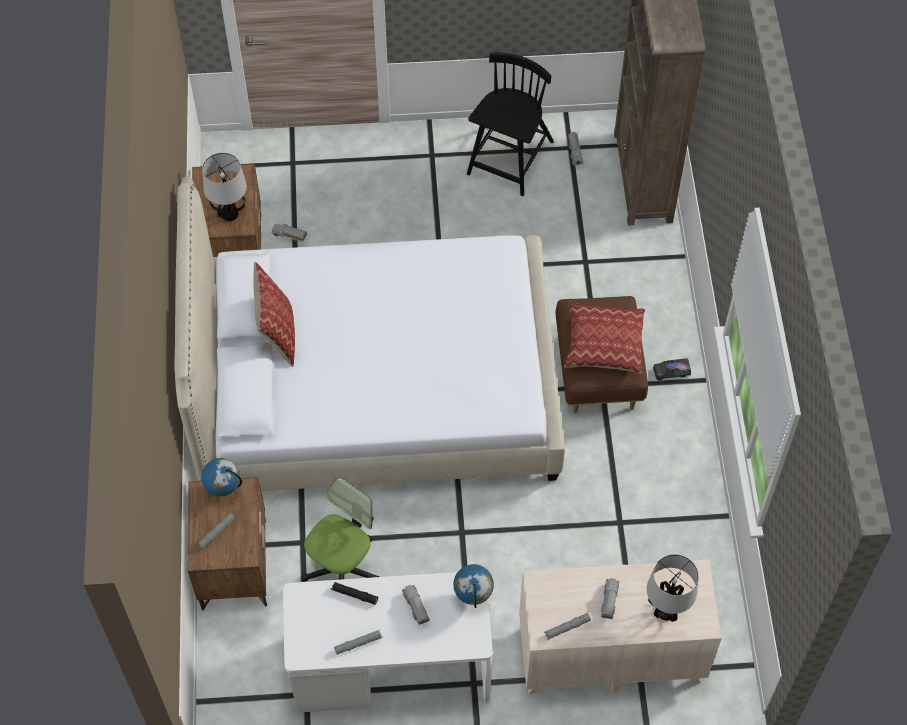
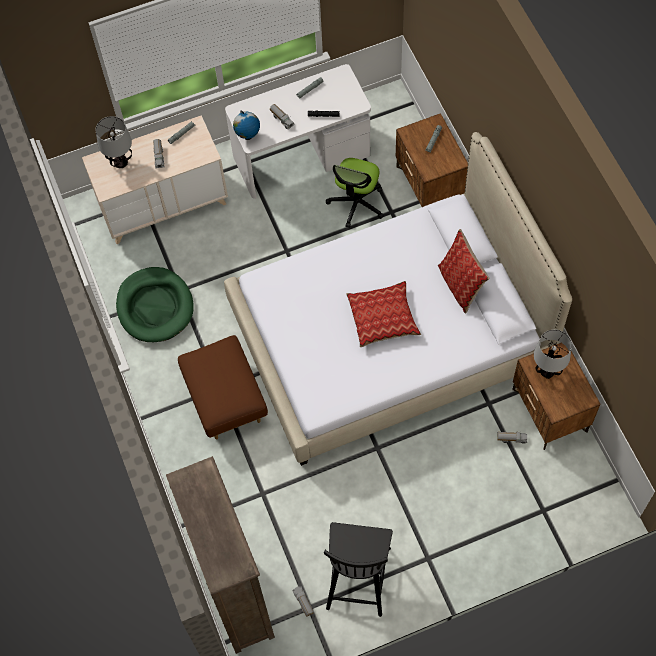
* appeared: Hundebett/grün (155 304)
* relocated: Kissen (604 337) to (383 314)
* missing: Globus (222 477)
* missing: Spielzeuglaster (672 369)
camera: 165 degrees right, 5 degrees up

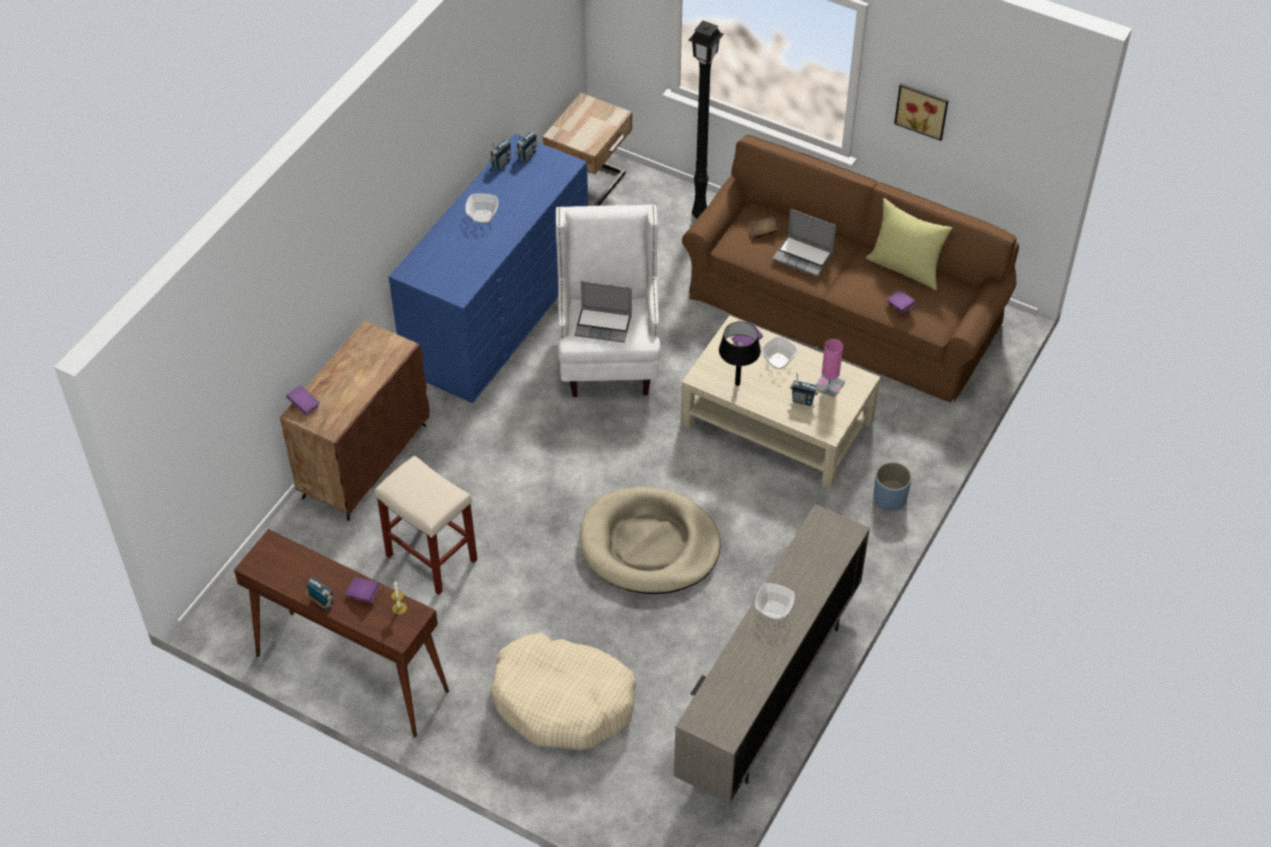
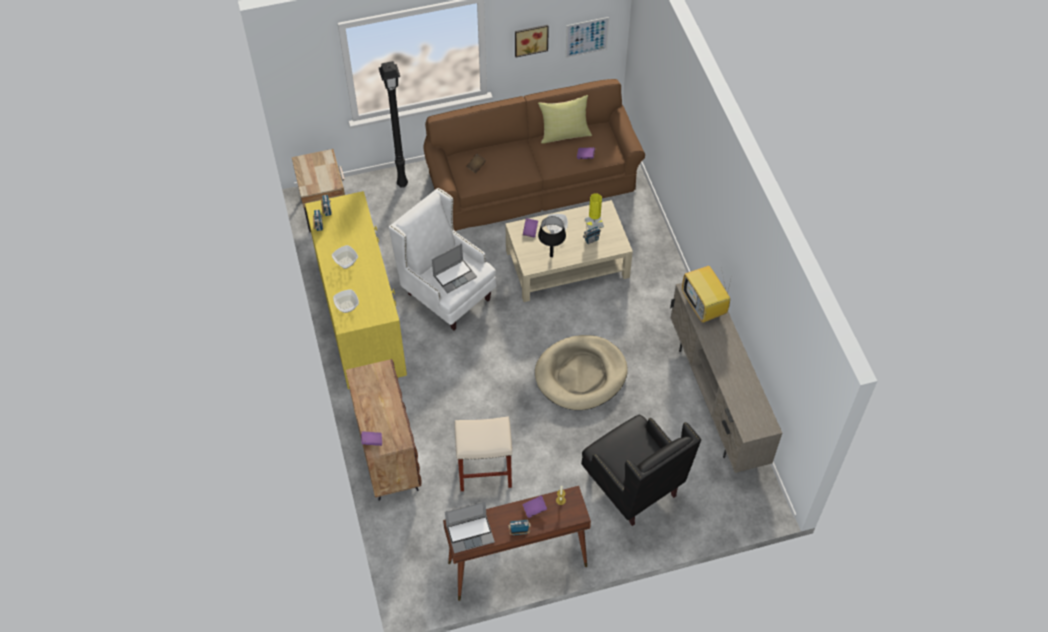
* colour: Kommode/blau (488 268) to Kommode/gelb (356 290)
* relocated: Schüssel (775 601) to (346 301)
* relocated: Laptop (804 242) to (470 527)
* appeared: Bild (587 37)
* exchanged: Hundebett/beige (563 691) to Sessel/schwarz (641 470)
* colour: Tischlampe/rosa (830 368) to Tischlampe/gelb (594 211)
* appeared: Fernseher (706 294)
* missing: Pflanzkübel/blau (893 486)
camera: 45 degrees left, 5 degrees up

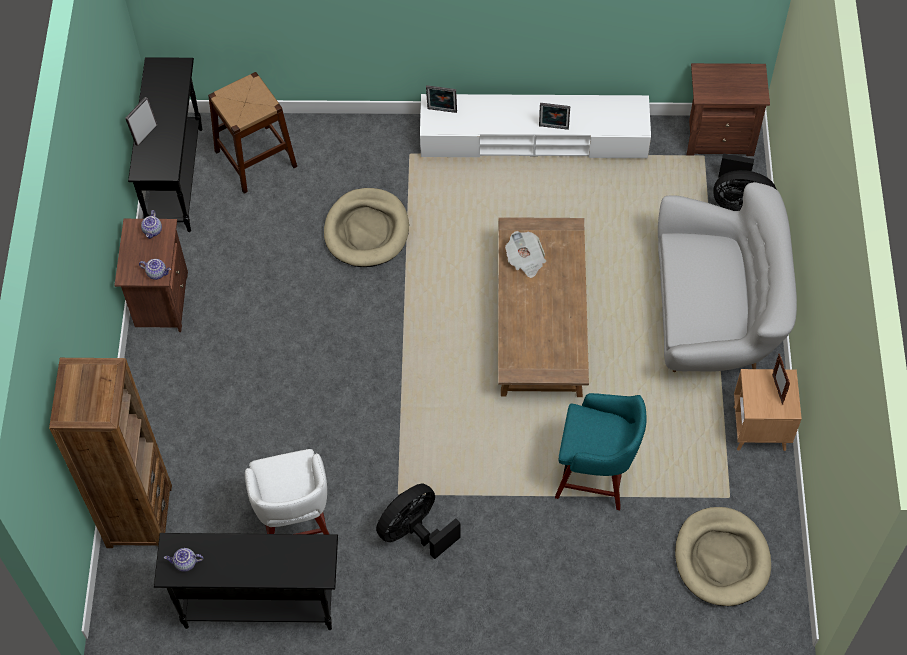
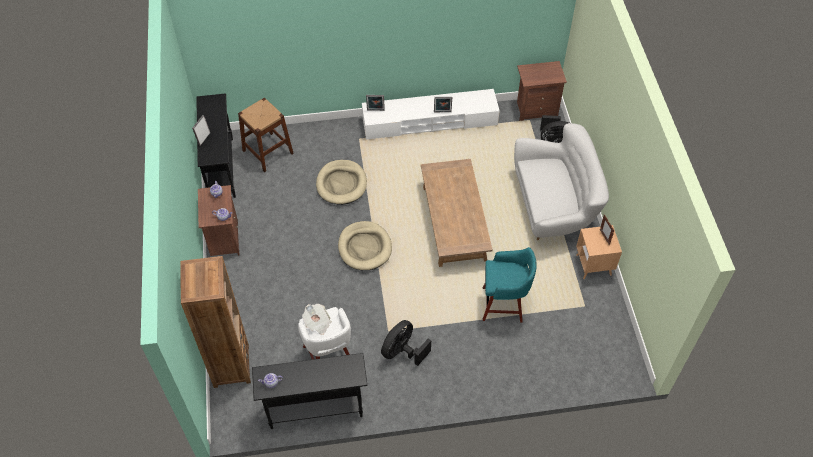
* relocated: Zeitung (525 254) to (317 319)
* relocated: Hundebett/beige (723 556) to (365 245)
camera: 10 degrees left, 5 degrees down

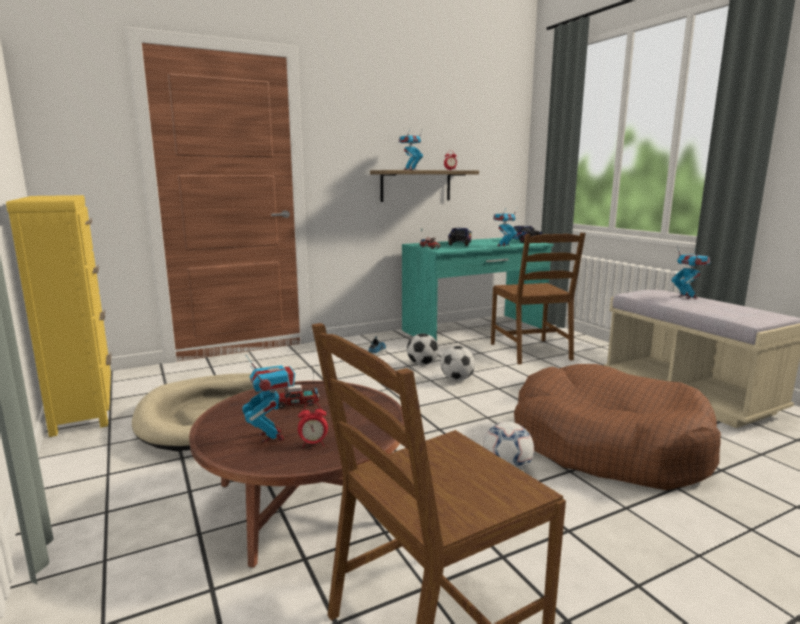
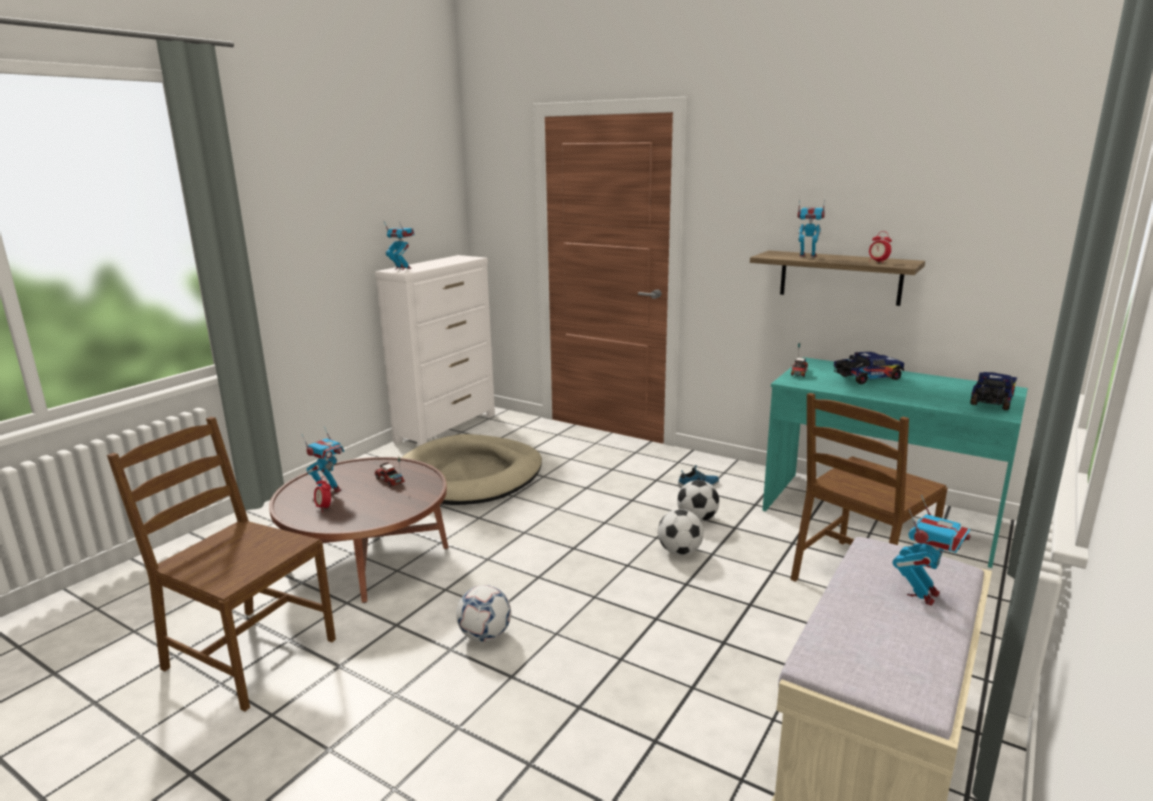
* colour: Kommode/gelb (58 316) to Kommode/weiß (435 350)
* relocated: Spielzeugroboter (505 227) to (399 246)
* missing: Hundebett/braun (617 427)
camera: 60 degrees right, 5 degrees up

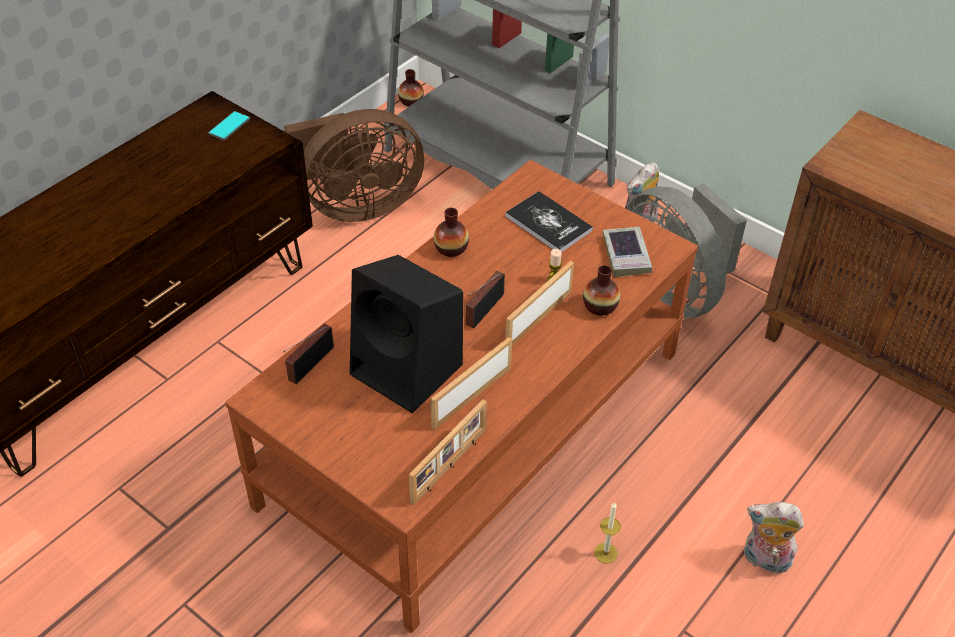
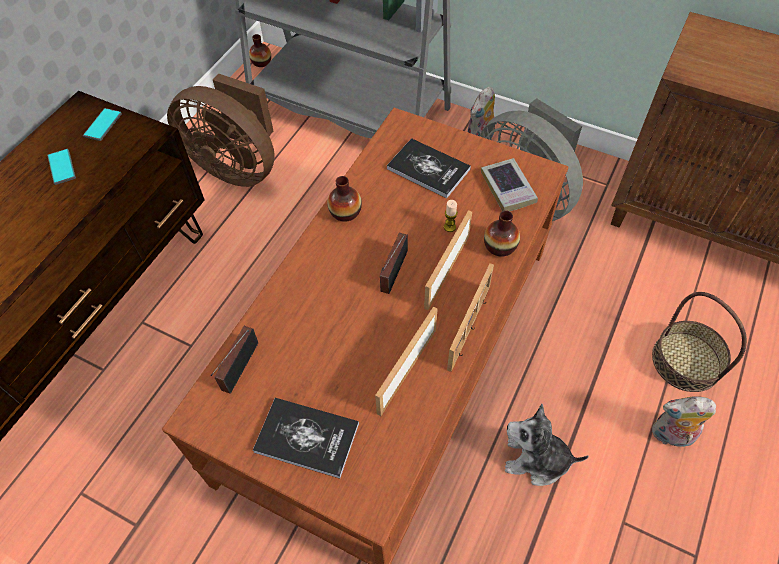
* appeared: Handy (61 167)
* spun: Ventilator/braun (354 165) = (221 130) 60 degrees clockwise
* appeared: Buch (306 438)
* relocated: Bilderrahmen (448 452) to (470 317)
* exchanged: Kerze (607 533) to Plüschtier (547 445)
* appeared: Korb (699 342)
* missing: Lautsprecher/schwarz (406 334)
camera: 10 degrees left, 10 degrees up

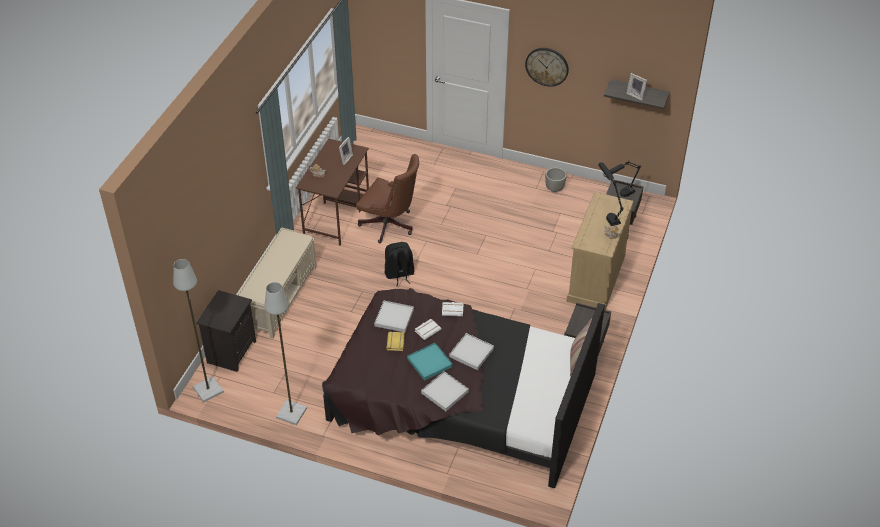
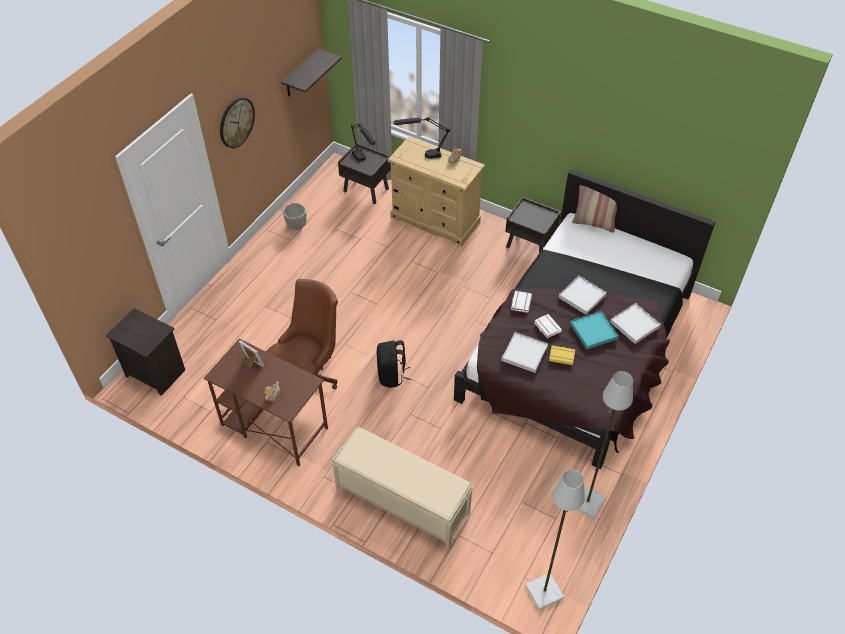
* relocated: Nachttisch/schwarz (226 331) to (145 352)
* missing: Bilderrahmen (636 86)
camera: 80 degrees left, 5 degrees up

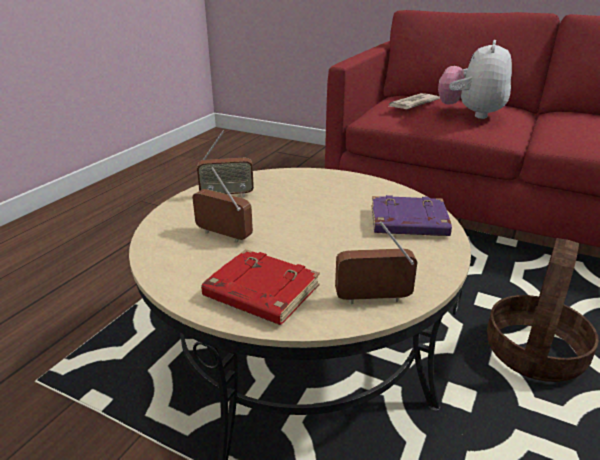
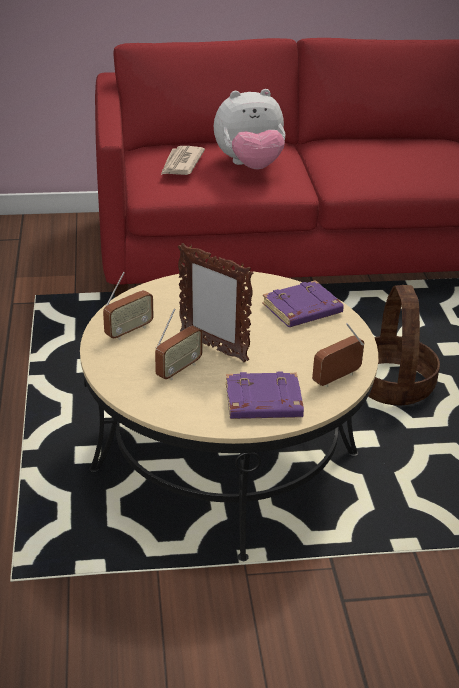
* spun: Radio (222 205) = (179 344) 135 degrees clockwise
* appeared: Bilderrahmen (216 302)
* spun: Plüschtier (475 79) = (250 129) 90 degrees counterclockwise
* colour: Buch/rot (260 287) to Buch/lila (265 395)
camera: 35 degrees left, 5 degrees up

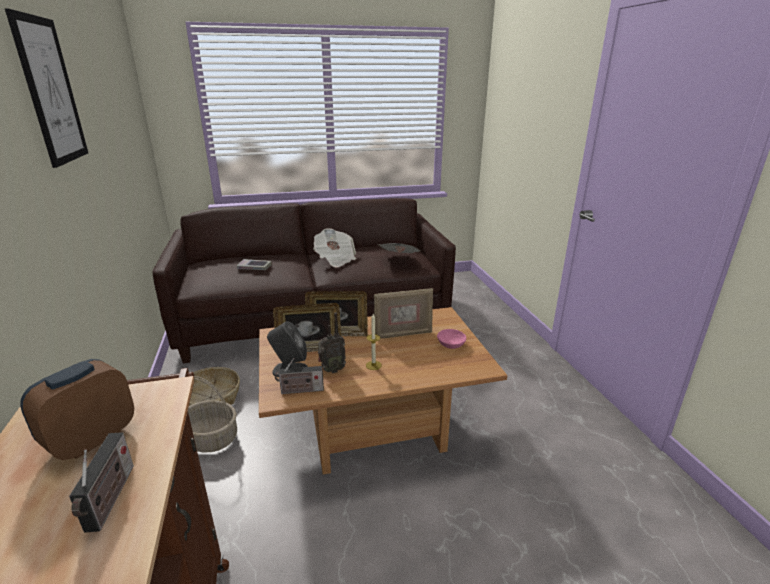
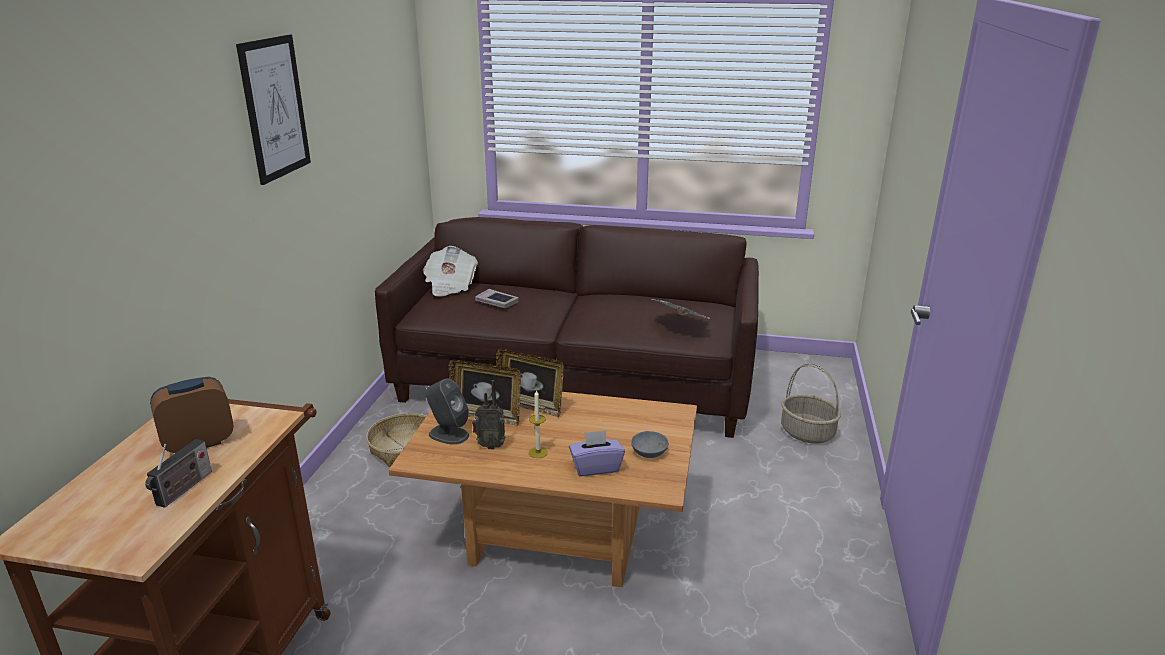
* relocated: Zeitung (335 247) to (450 271)
* appeared: Taschentuchbox/lila (597 453)
* colour: Schüssel/rosa (451 339) to Schüssel/grau (650 444)
* relocated: Korb (212 414) to (811 403)
* missing: Radio (299 376)
* missing: Bilderrahmen (403 313)
camera: 25 degrees right, 0 degrees up

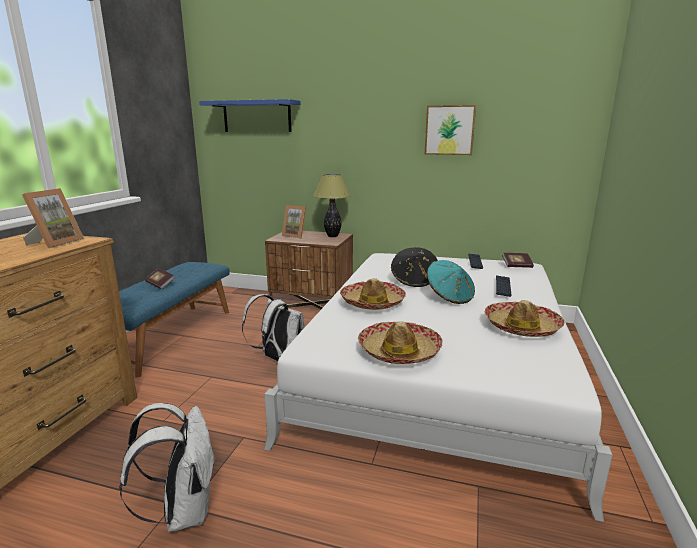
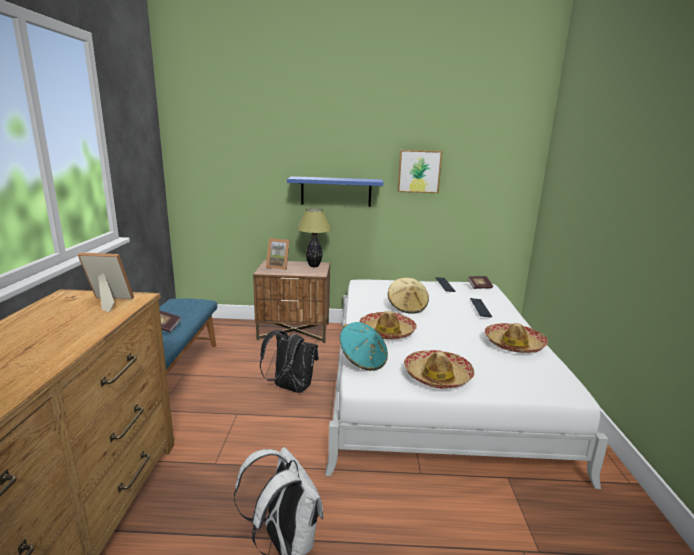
* spun: Bilderrahmen (53 218) = (106 282) 90 degrees counterclockwise
* colour: Rucksack/weiß (273 328) to Rucksack/schwarz (289 361)
* relocated: Wandregal/blau (250 115) to (335 191)
* relocated: Hut/türkis (451 282) to (364 346)
* colour: Hut/schwarz (414 267) to Hut/beige (408 296)
camera: 15 degrees left, 0 degrees up

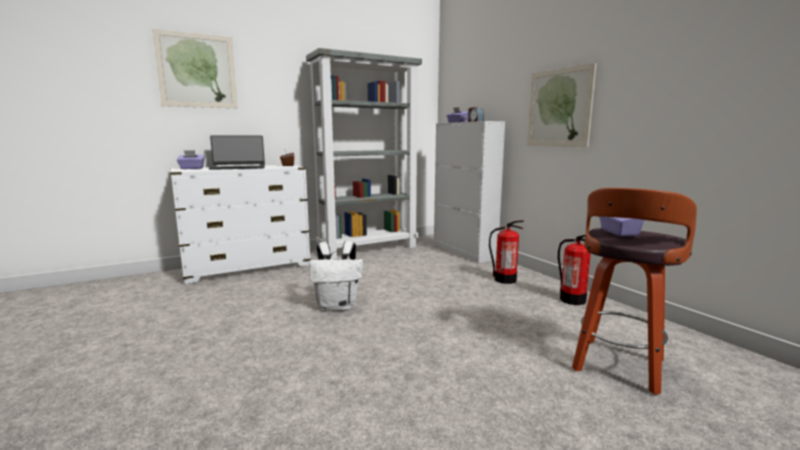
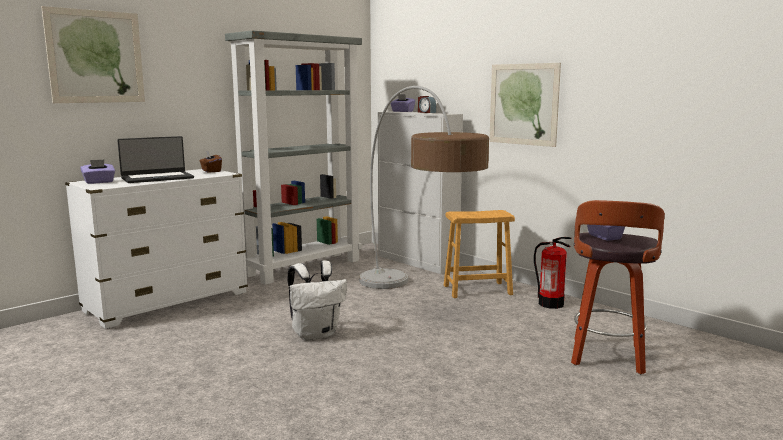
* appeared: Stehlampe (424 187)
* exchanged: Feuerlöscher (506 252) to Hocker/braun (479 254)
camera: 15 degrees left, 0 degrees up

